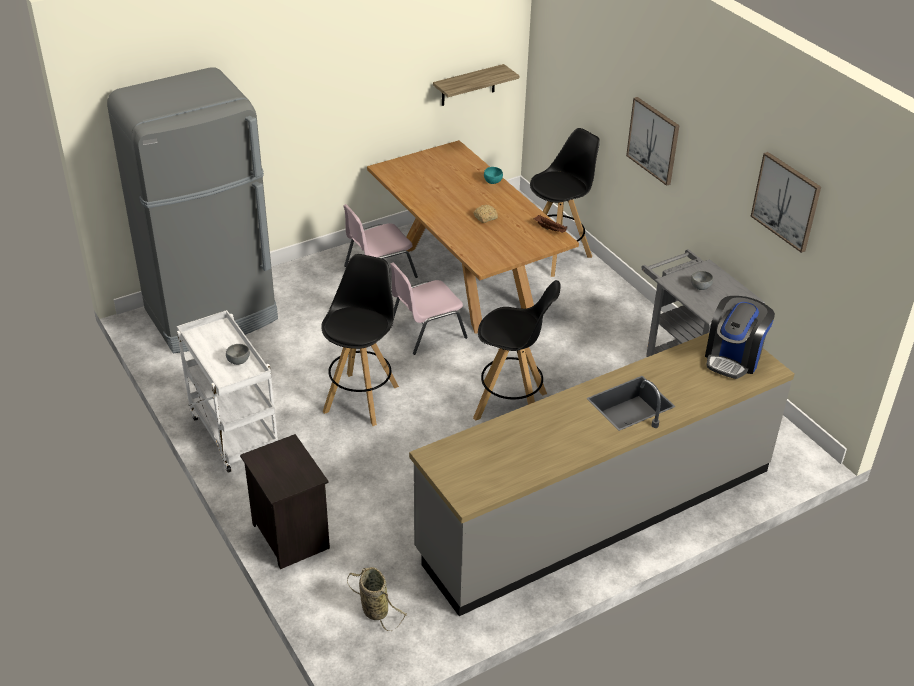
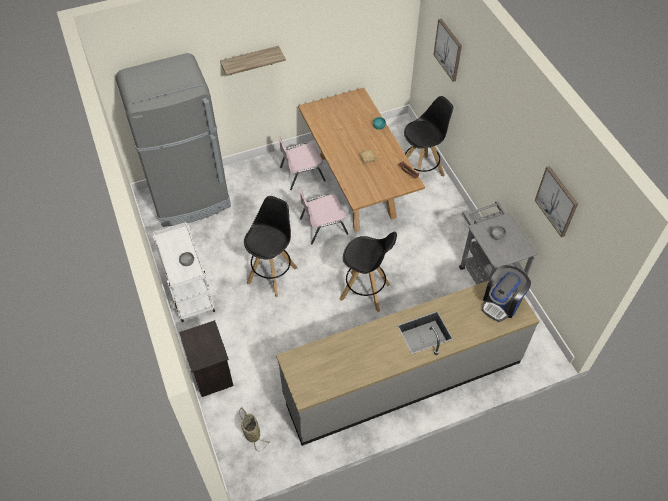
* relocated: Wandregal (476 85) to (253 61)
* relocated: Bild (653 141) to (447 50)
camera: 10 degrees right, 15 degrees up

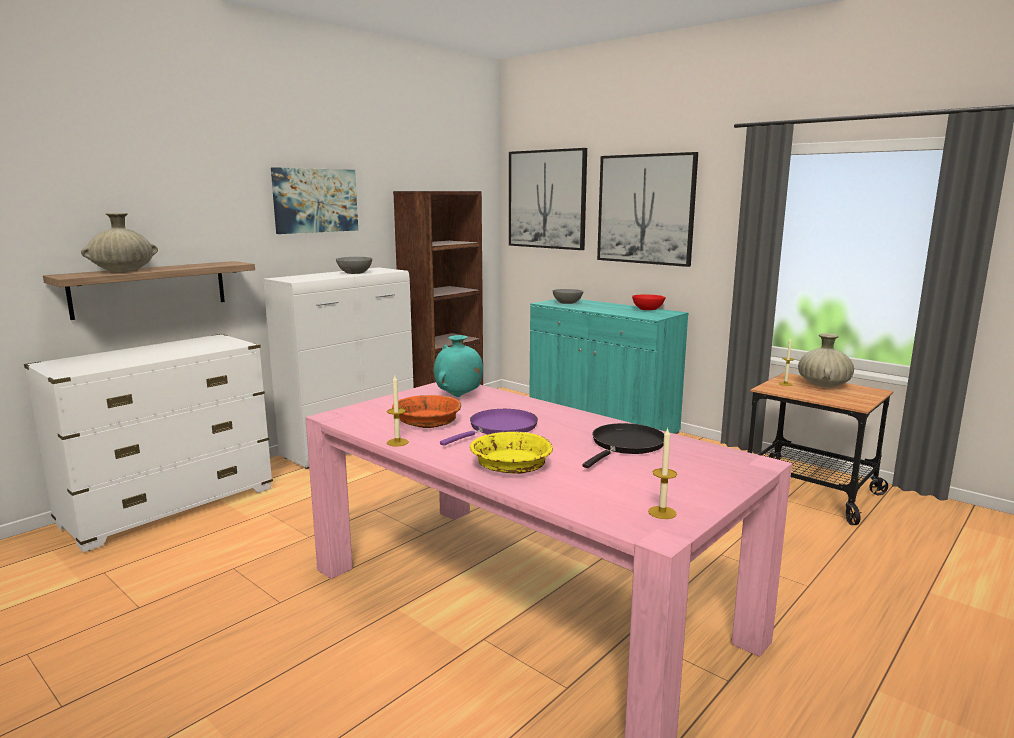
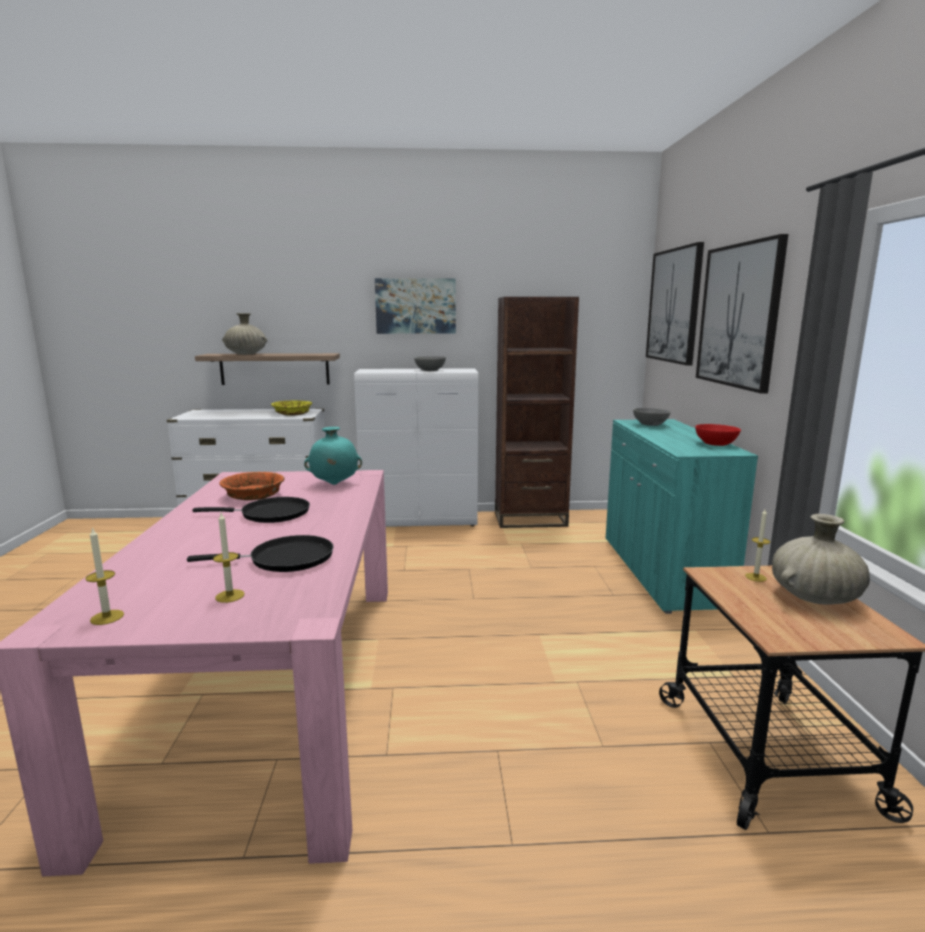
* colour: Pfanne/lila (489 427) to Pfanne/schwarz (251 510)
* relocated: Kerze (398 411) to (228 558)
* relocated: Schüssel/gelb (511 452) to (291 407)
camera: 45 degrees right, 0 degrees up

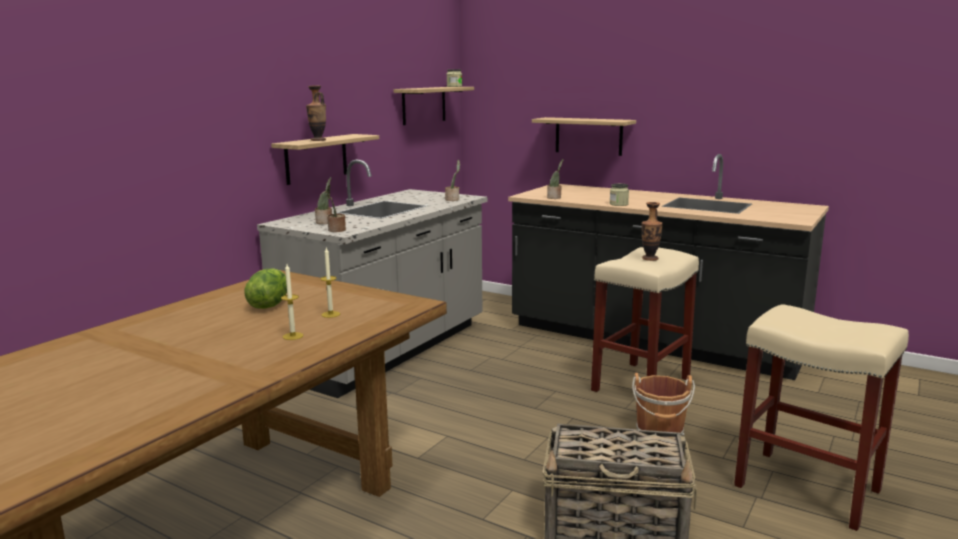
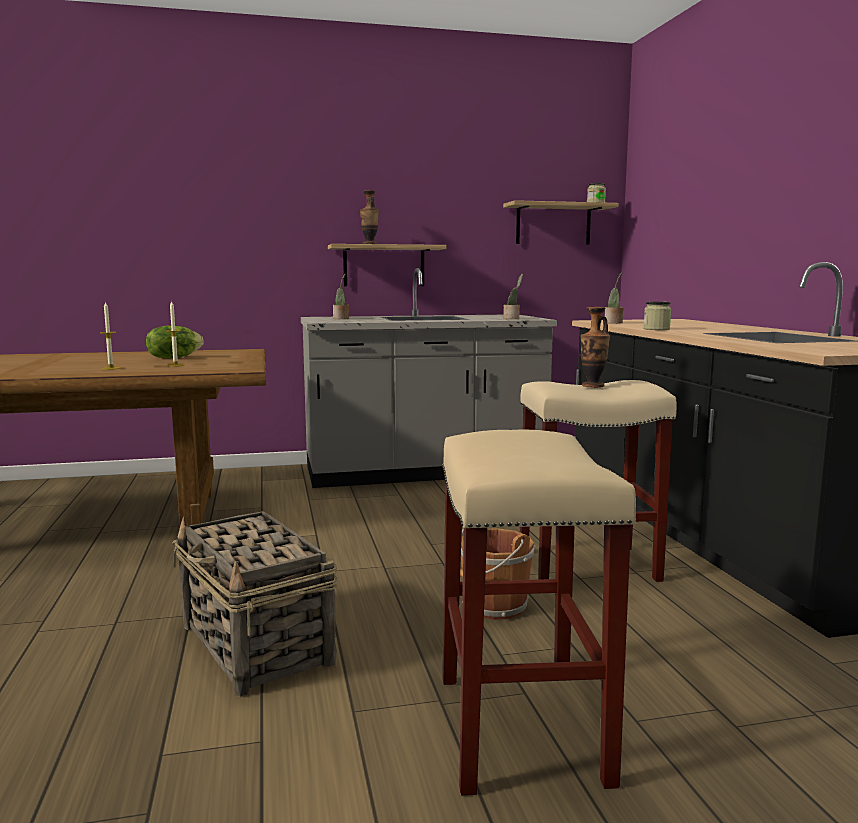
* missing: Topfpflanze (336 208)
* missing: Wandregal (584 136)
camera: 45 degrees right, 5 degrees down

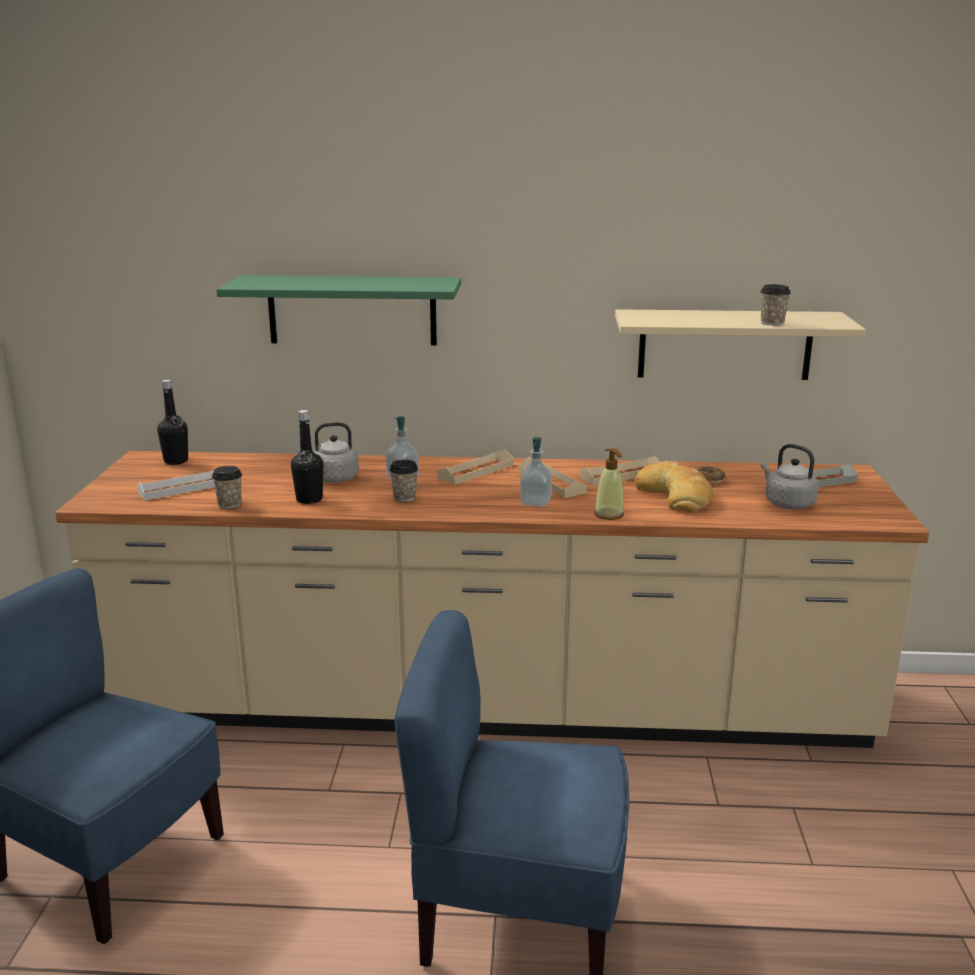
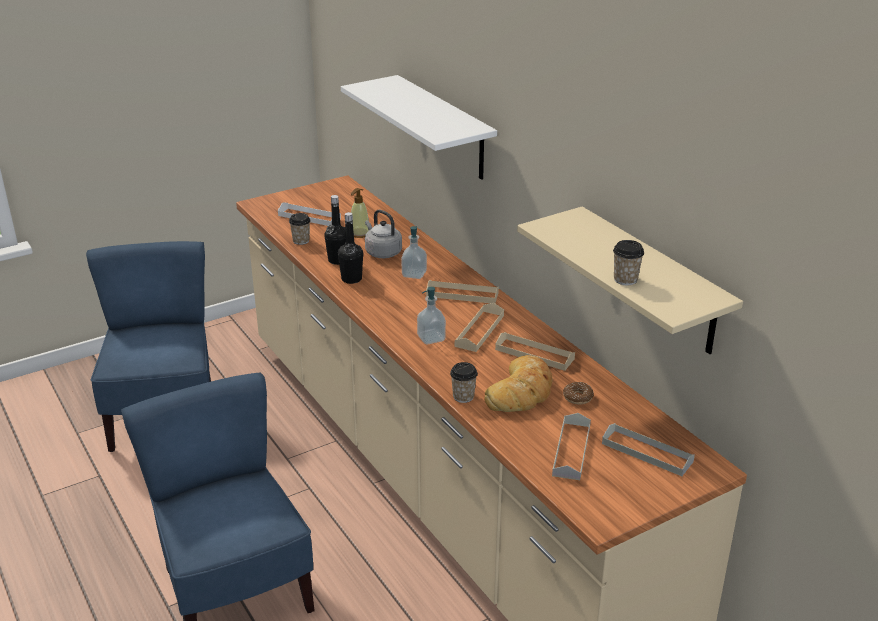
* relocated: Flasche/schwarz (172 422) to (350 248)
* colour: Wandregal/grün (339 310) to Wandregal/weiß (419 127)
* relocated: Seifenspender (609 484) to (360 213)
* relocated: Tasse (403 481) to (464 382)
* exchanged: Wasserkessel/grau (790 476) to Tablett/grau (571 446)
camera: 55 degrees right, 10 degrees up

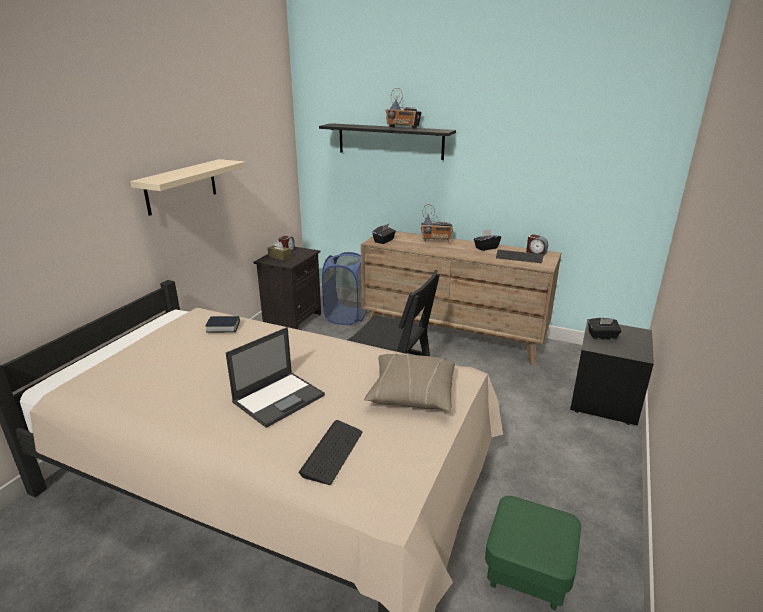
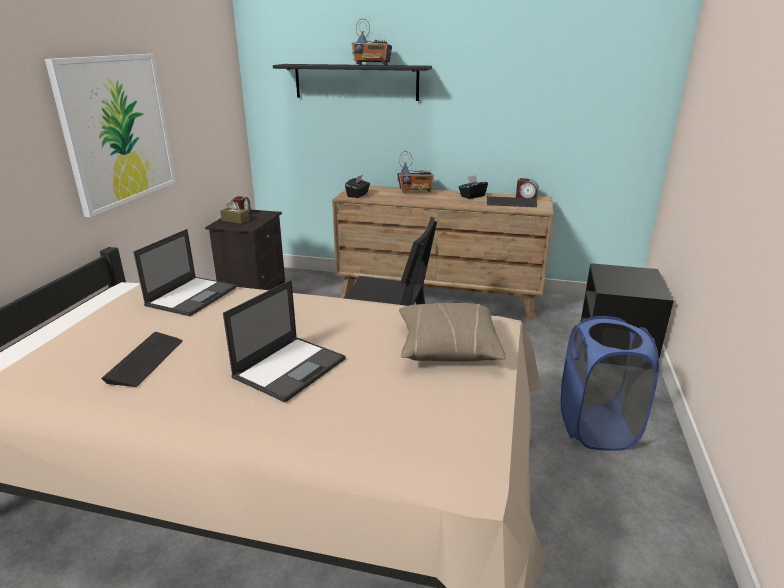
* exchanged: Wandregal/beige (187 187) to Bild (110 135)
* relocated: Tastatur (330 452) to (142 359)
* exchanged: Buch (222 324) to Laptop (185 272)
* relocated: Wäschekorb/blau (344 288) to (610 383)
* missing: Polsterhocker/grün (533 553)
* missing: Taschentuchbox/schwarz (604 329)
camera: 10 degrees left, 0 degrees up

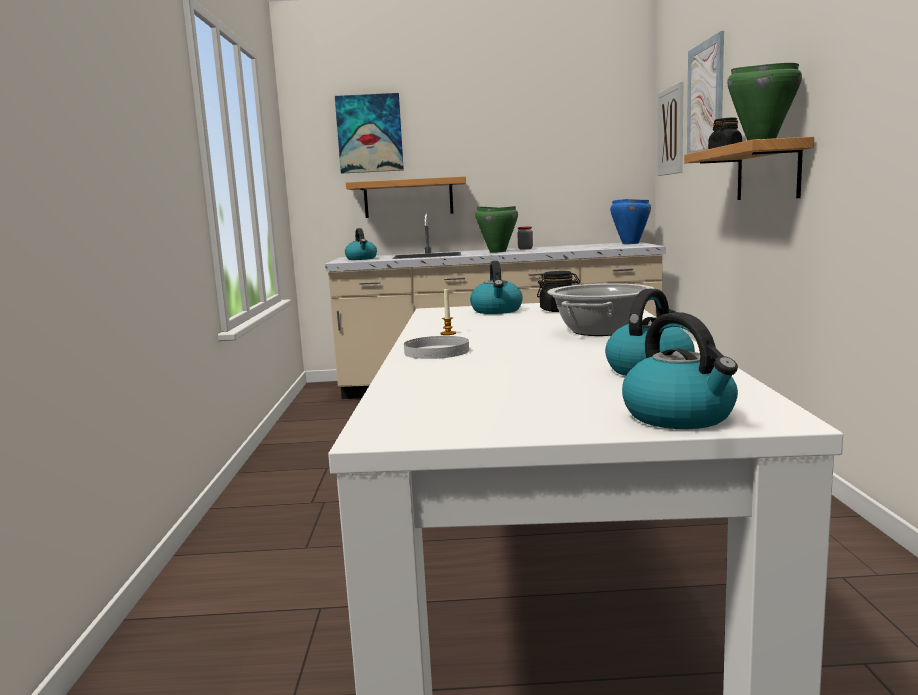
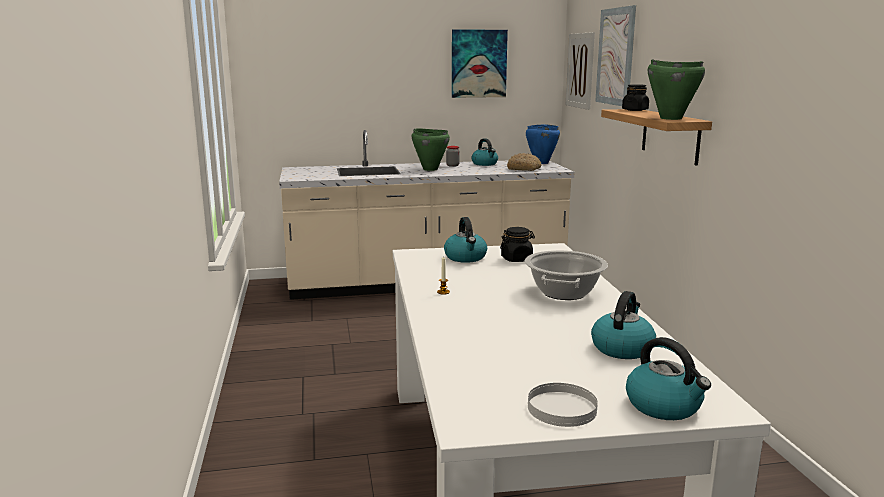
* relocated: Bild (369 133) to (480 63)
* relocated: Wasserkessel (361 244) to (484 152)
* appeared: Brot (524 162)
* relocated: Teller/weiß (436 347) to (563 405)
* missing: Wandregal (406 197)
camera: 10 degrees left, 5 degrees up

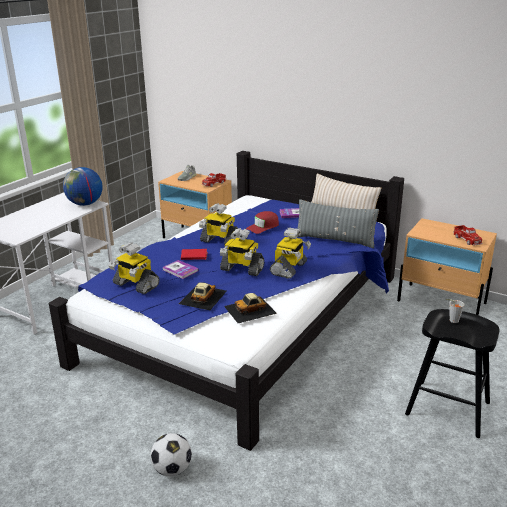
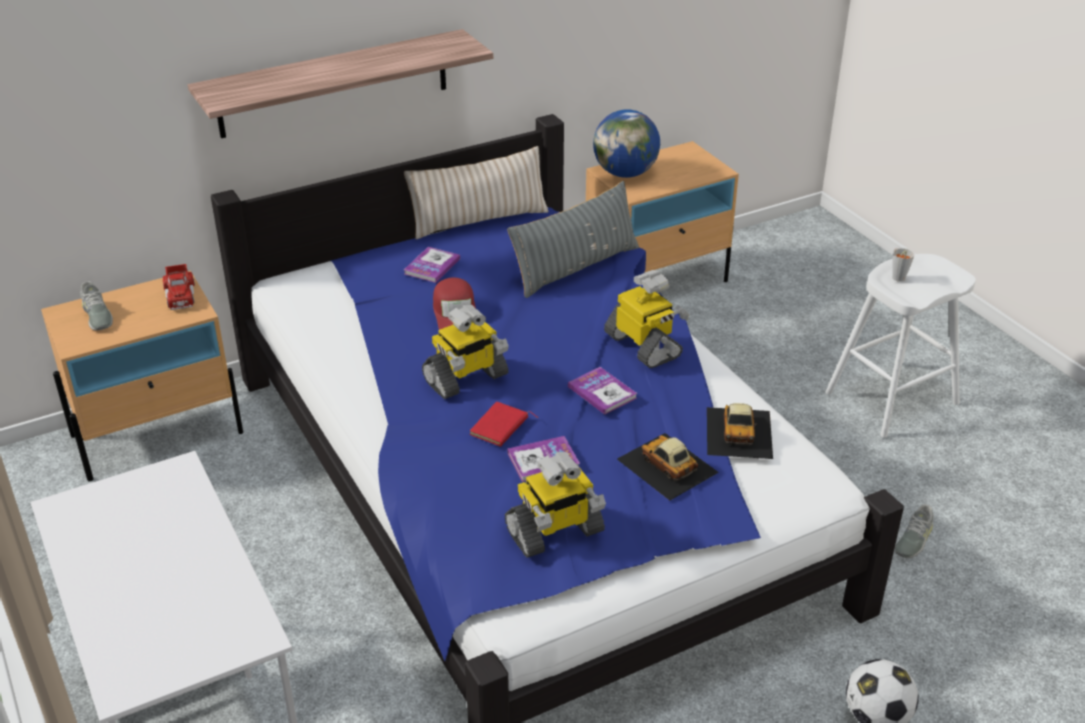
* appeared: Wandregal (340 83)
* exchanged: Spielzeugroboter (242 252) to Buch (602 391)
* relocated: Globus (83 186) to (626 143)
* colour: Hocker/schwarz (452 373) to Hocker/weiß (900 346)
* appeared: Schuh/grau (914 531)
* missing: Spielzeuglaster (468 235)
camera: 60 degrees left, 10 degrees up

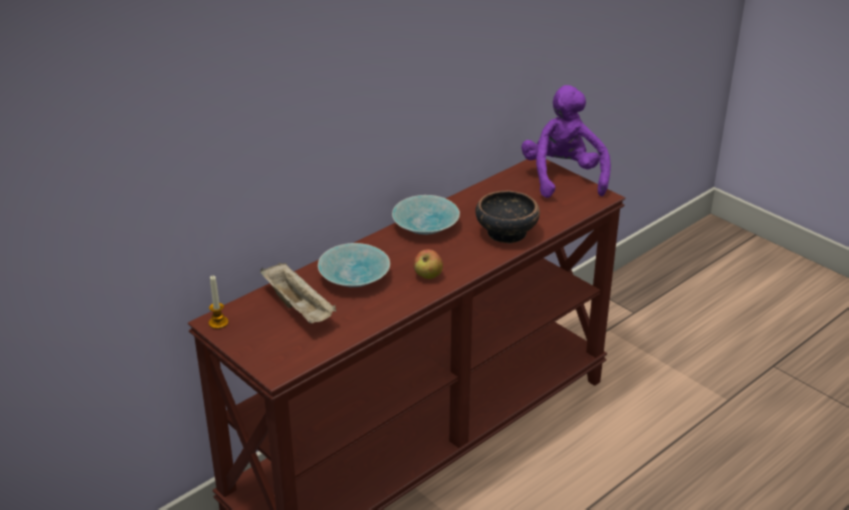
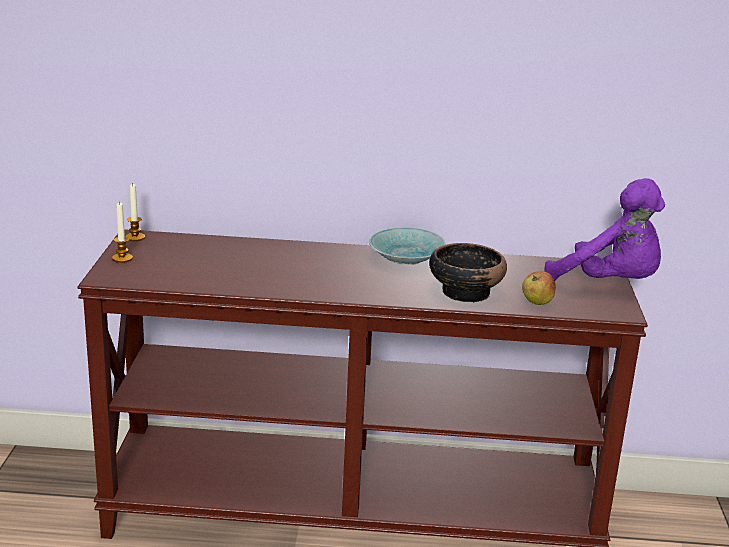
* appeared: Kerze (122 232)
* relocated: Apfel (428 264) to (539 288)
* spun: Plüschtier/lila (566 141) = (604 229) 90 degrees clockwise
* missing: Tablett/beige (298 293)
* missing: Schüssel/türkis (354 265)
camera: 45 degrees right, 10 degrees down

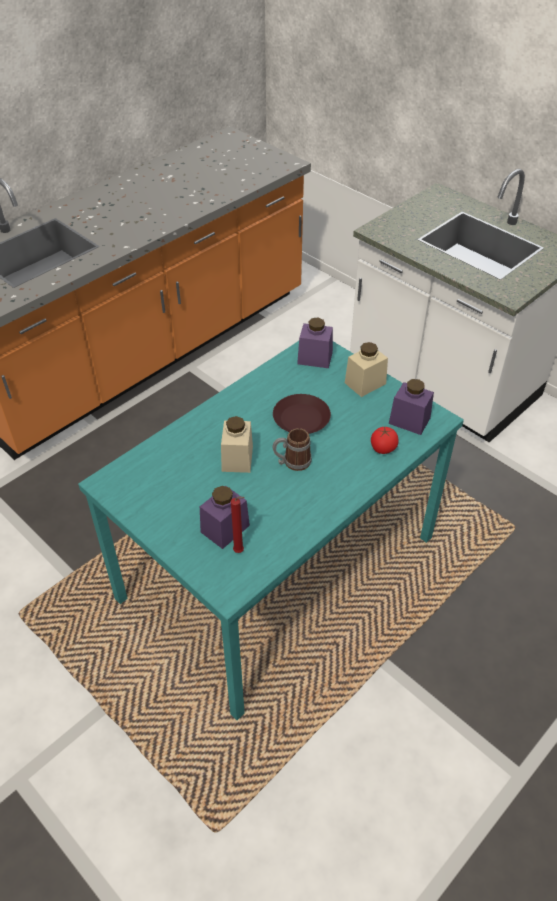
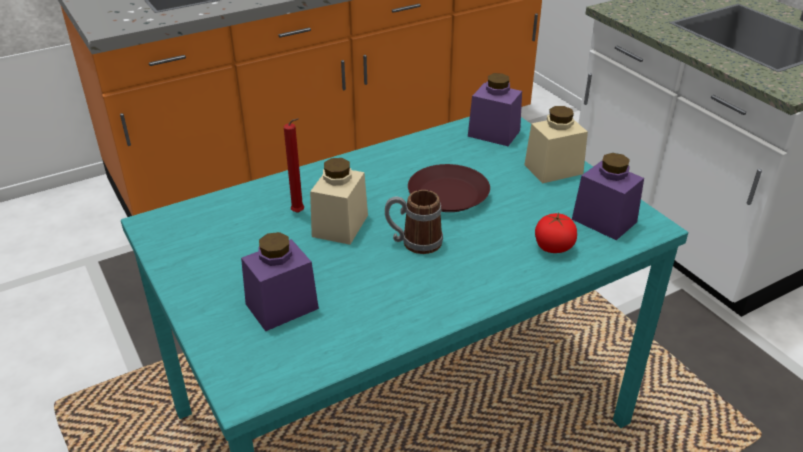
* relocated: Kerze/rot (238 525) to (294 165)
camera: 15 degrees right, 10 degrees down

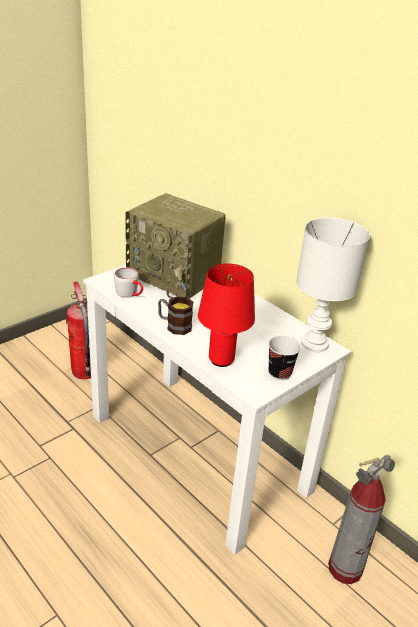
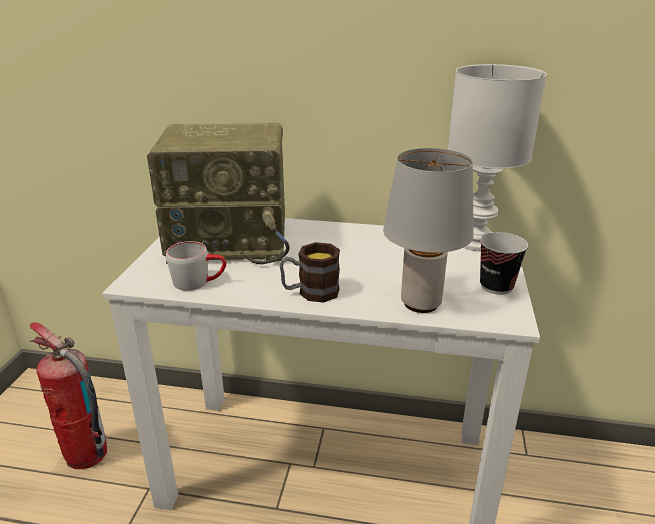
* colour: Tischlampe/rot (226 315) to Tischlampe/grau (428 230)
* missing: Feuerlöscher (361 519)
camera: 35 degrees left, 5 degrees down

